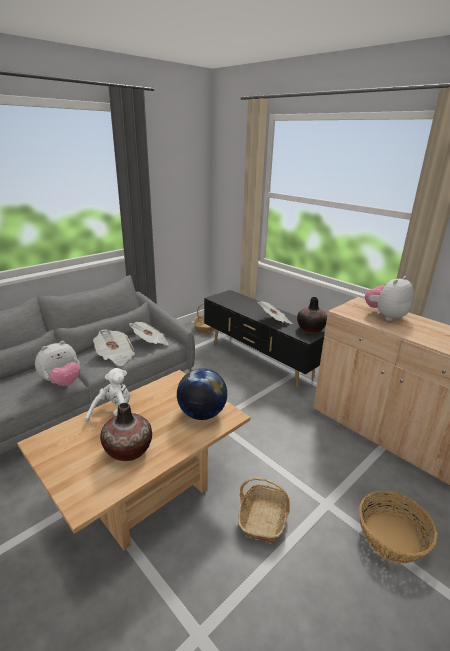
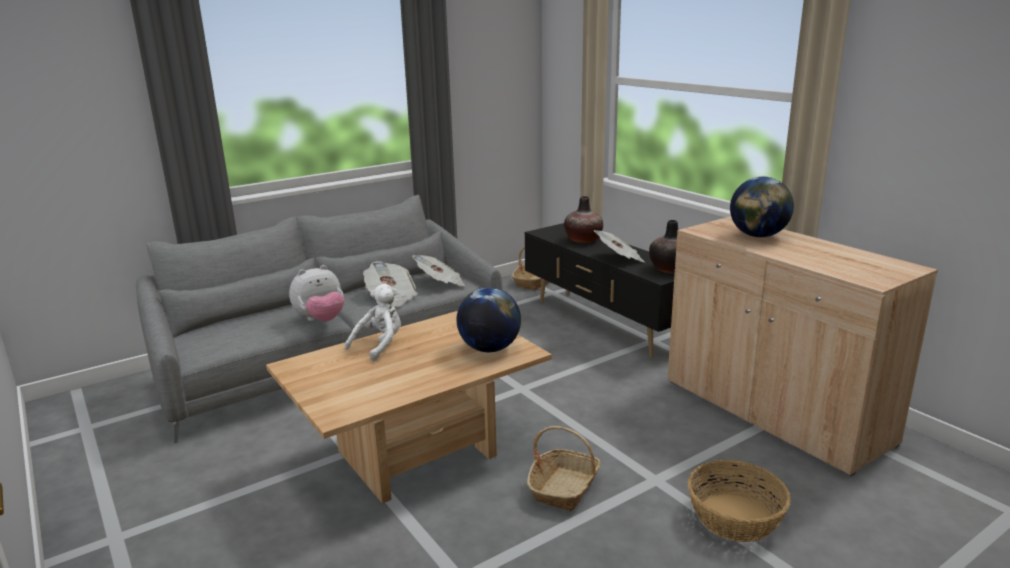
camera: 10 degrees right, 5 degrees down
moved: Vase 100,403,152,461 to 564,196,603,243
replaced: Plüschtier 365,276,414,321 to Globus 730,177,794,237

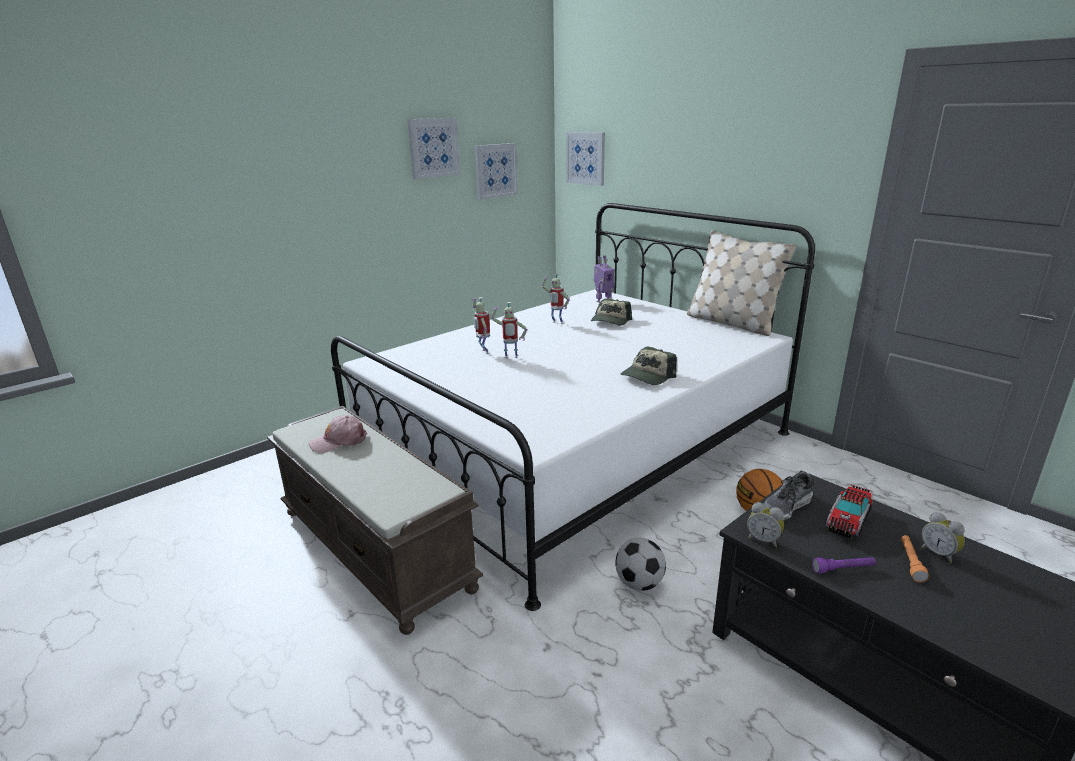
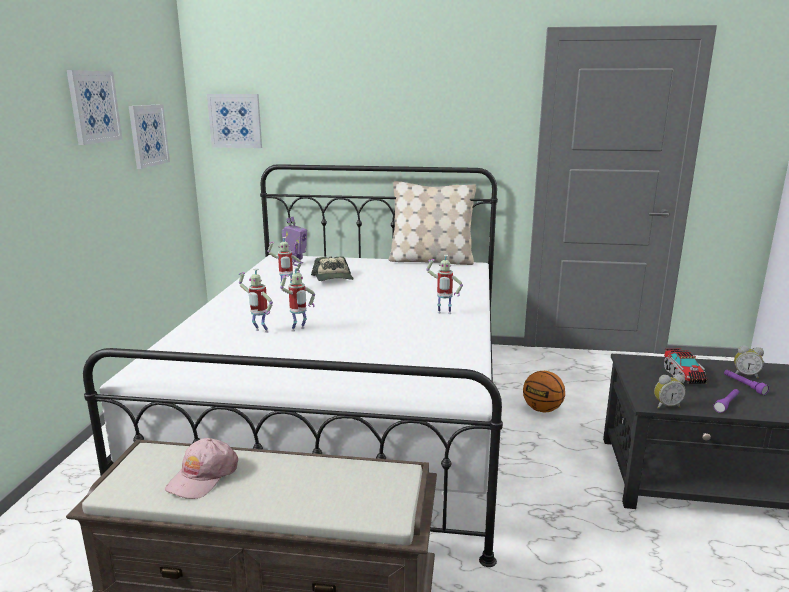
camera: 40 degrees left, 5 degrees down
removed: Fußball 615,538,666,591; Schuh 764,472,813,520
replaced: Kappe 621,346,677,385 to Spielzeugroboter 426,255,463,314
recoloured: Taschenlampe (orange) 901,535,929,582 to Taschenlampe (lila) 724,370,769,395

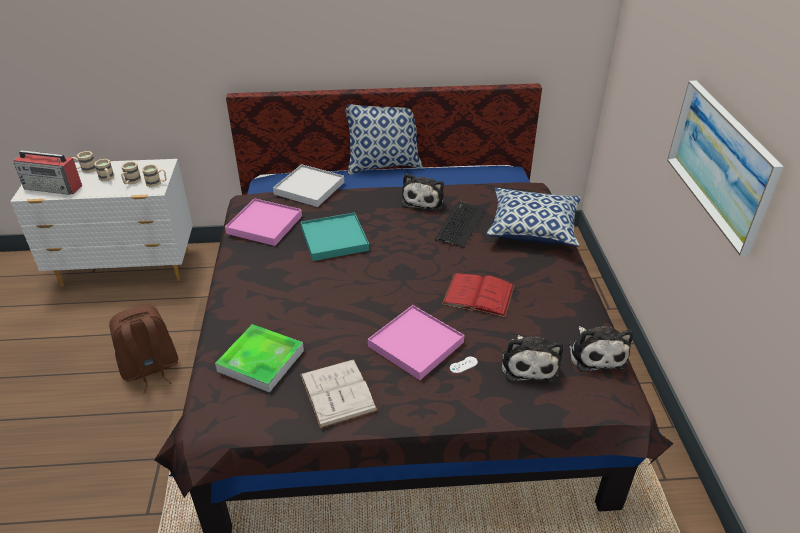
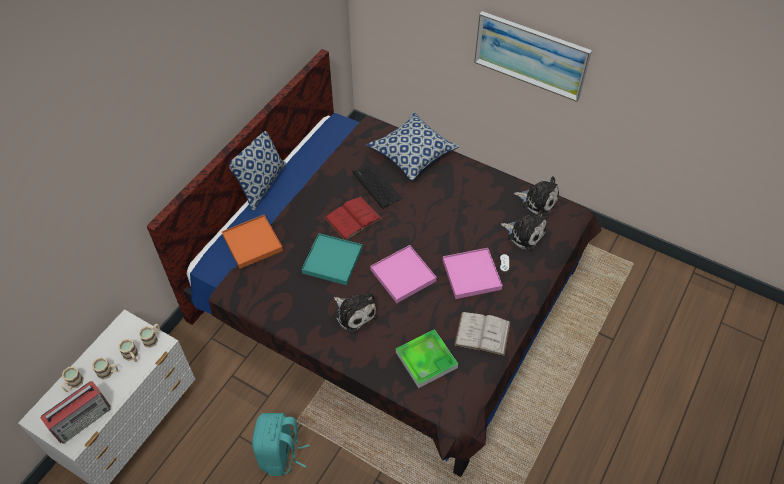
camera: 55 degrees left, 15 degrees up
moved: Buch (rot) 442,273,514,317 to 325,197,382,240; Plüschtier 402,174,444,211 to 334,293,378,334; Tablett (rosa) 225,198,302,246 to 370,245,437,303
recoloured: Tablett (weiß) 273,164,344,207 to Tablett (orange) 222,215,283,269; Rucksack (braun) 109,305,178,393 to Rucksack (türkis) 252,413,309,476

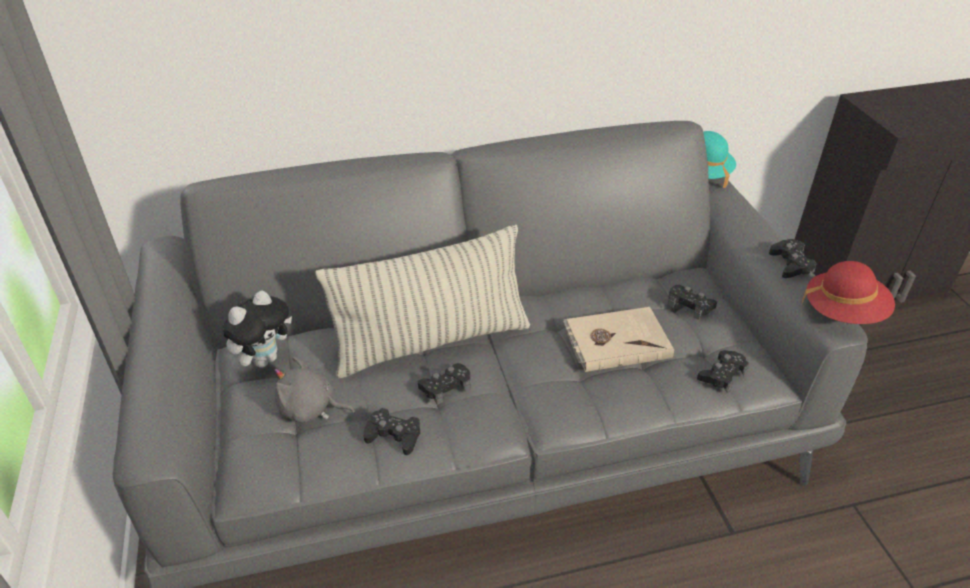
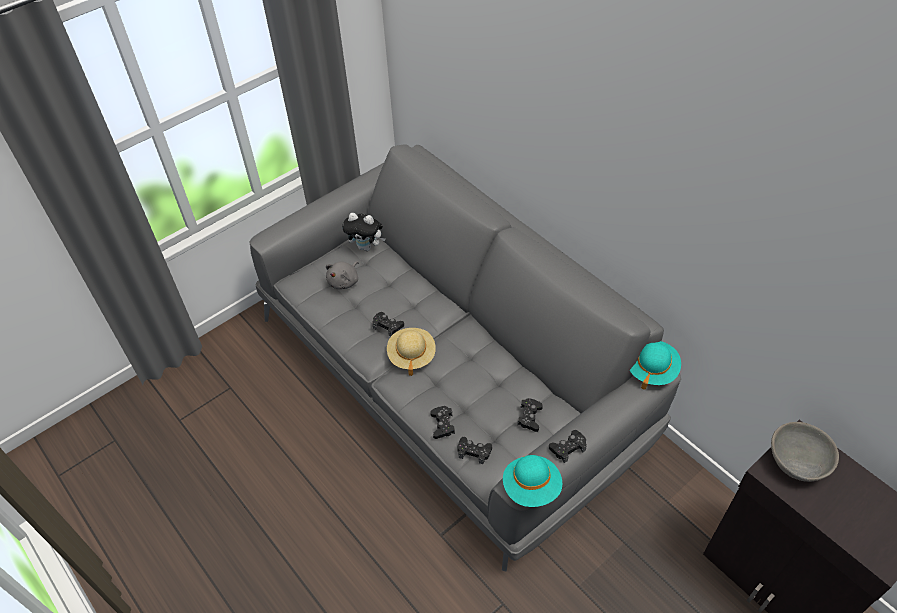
camera: 65 degrees right, 10 degrees up
removed: Kissen 315,225,530,378; Buch (beige) 563,307,674,372
added: Hut (beige) 387,328,436,376; Schüssel (grau) 771,422,839,482
moved: Gamepad (schwarz) 363,408,420,455 to 430,406,455,439
recoloured: Hut (rot) 801,261,895,324 to Hut (türkis) 503,455,562,507
turned: Plüschtier (grau) 274,357,355,423 = 326,261,359,289 135 degrees counterclockwise

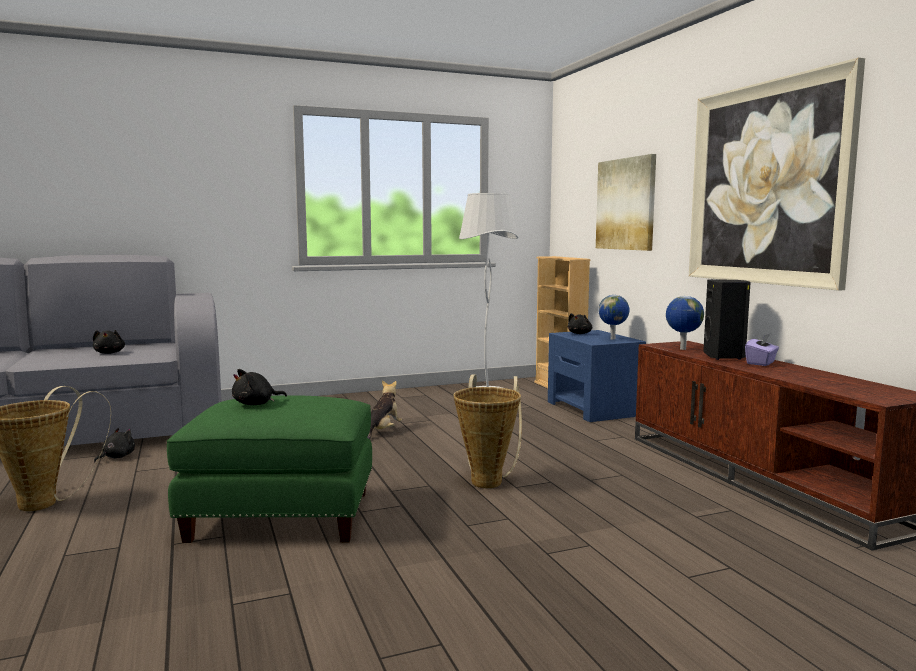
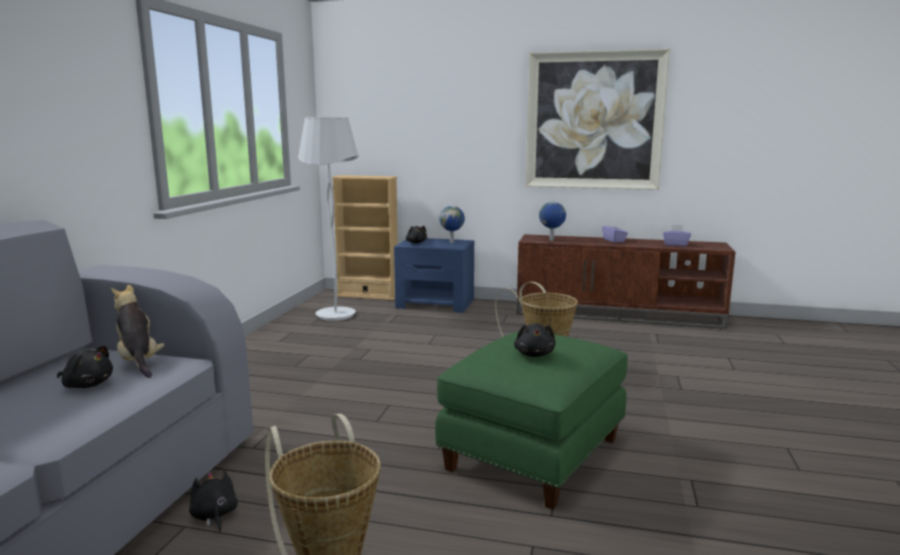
camera: 55 degrees left, 5 degrees up
removed: Bild 596,154,656,251; Lautsprecher (schwarz) 703,279,751,360
added: Taschentuchbox (lila) 663,225,691,246
moved: Plüschtier 367,381,402,439 to 111,285,164,378

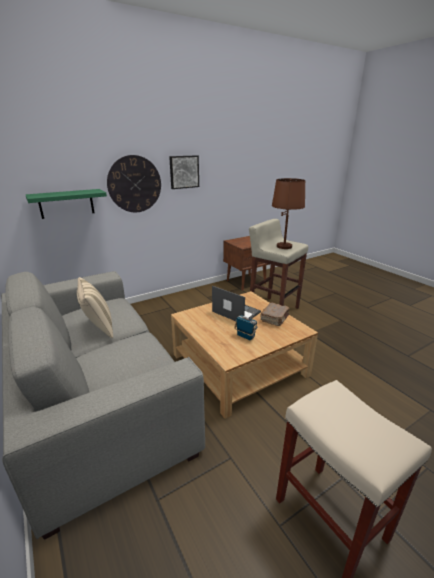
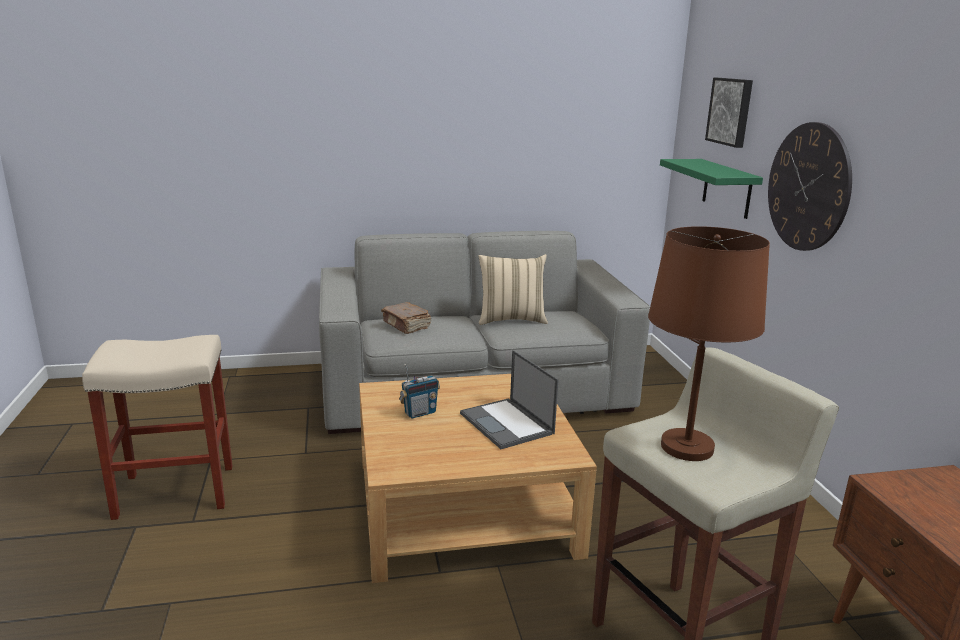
camera: 110 degrees right, 5 degrees down
moved: Buch (braun) 260,302,289,326 to 381,302,431,334; Bild 169,155,199,189 to 705,78,753,148
turned: Laptop 212,286,261,321 = 460,350,558,449 90 degrees clockwise

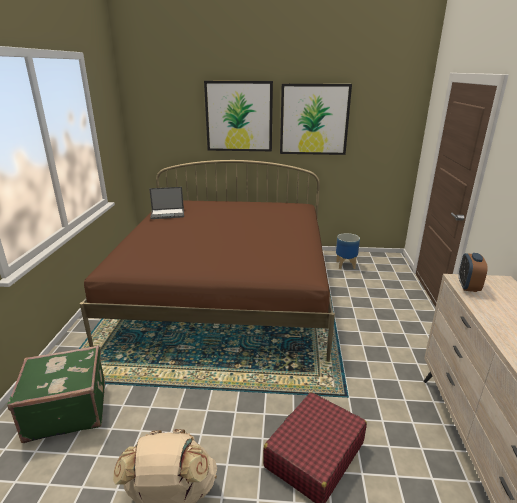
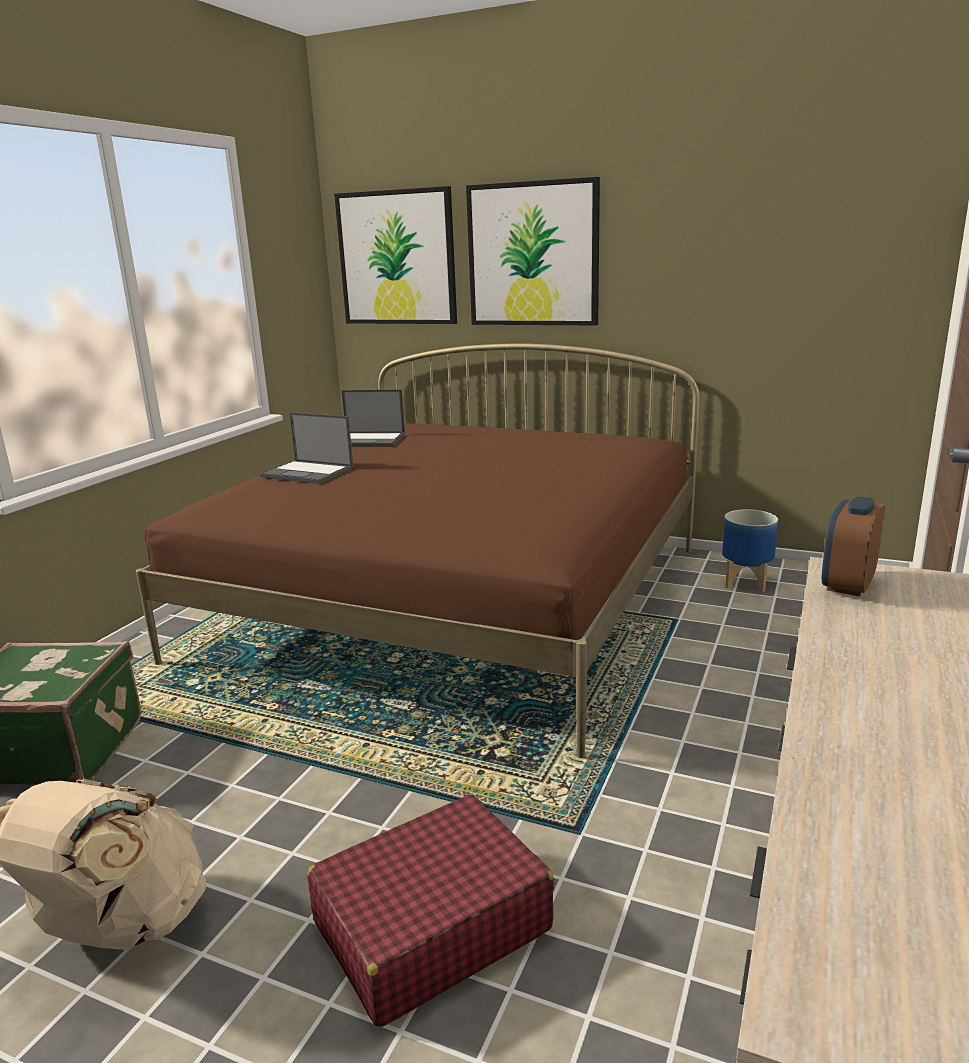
camera: 20 degrees right, 5 degrees down
added: Laptop 260,412,354,484
moved: Bild 280,84,352,155 to 334,186,457,324

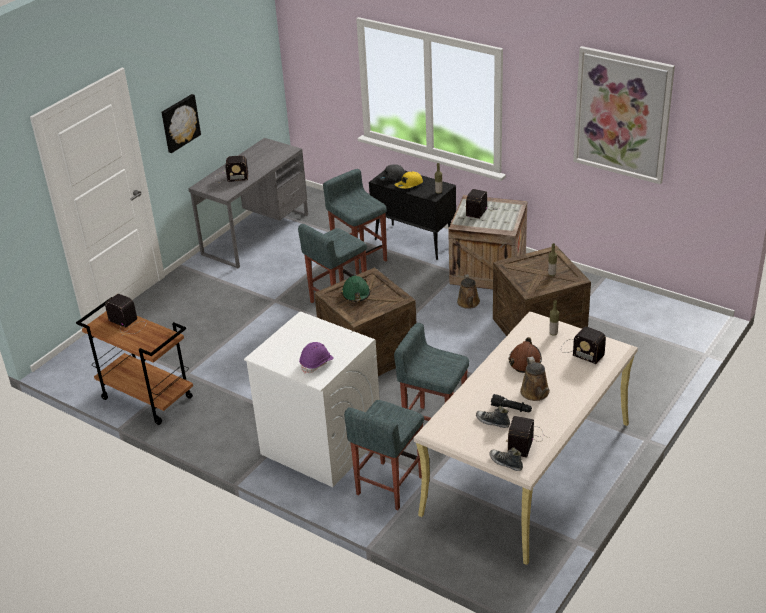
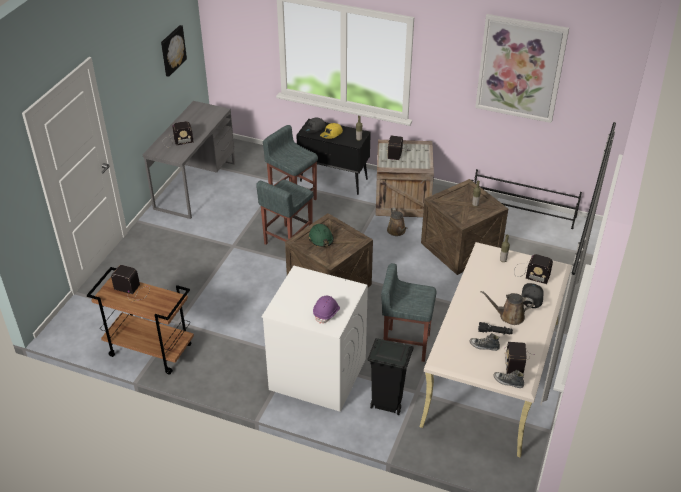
camera: 15 degrees left, 5 degrees up
removed: Schutzhelm (braun) 508,337,542,373
added: Schuhregal (schwarz) 472,169,582,229; Kappe (grau) 522,283,544,308
moved: Bild 161,94,201,153 to 161,25,187,77
replaced: Hocker (grau) 344,400,424,510 to Mülleimer (schwarz) 368,338,413,415
turned: Gießkanne (braun) 520,357,550,401 = 481,291,534,325 120 degrees clockwise

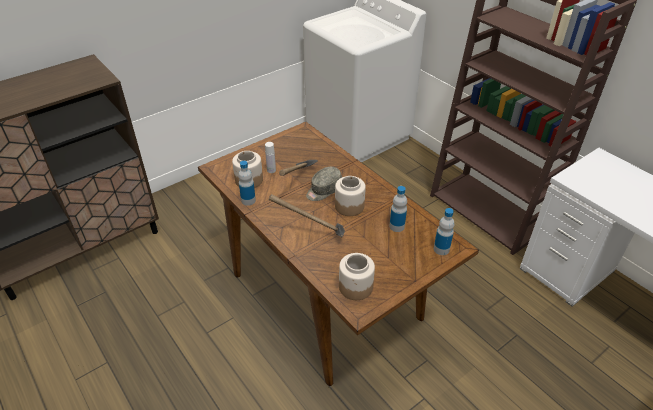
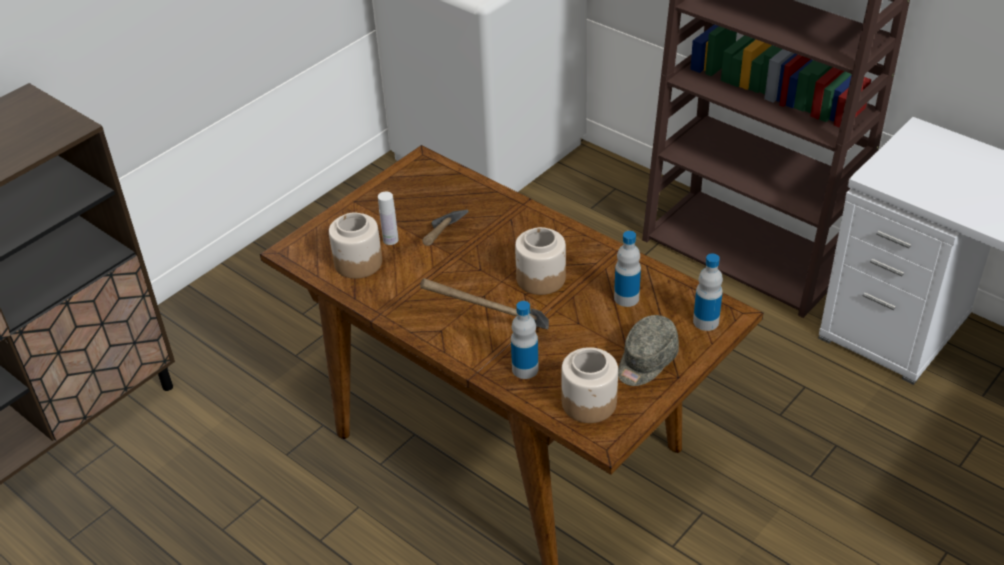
camera: 10 degrees left, 0 degrees up
moved: Flasche 238,161,256,206 to 511,301,539,379; Kappe (grau) 306,167,342,201 to 618,315,679,386

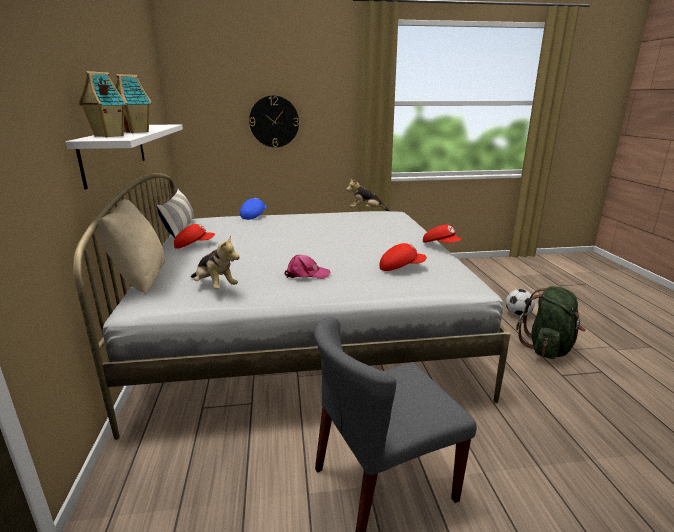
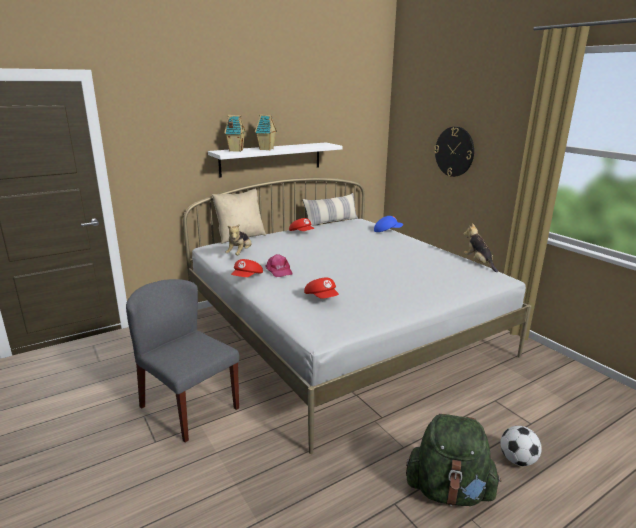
camera: 65 degrees right, 0 degrees up
moved: Kappe (rot) 423,225,462,243 to 231,259,263,277

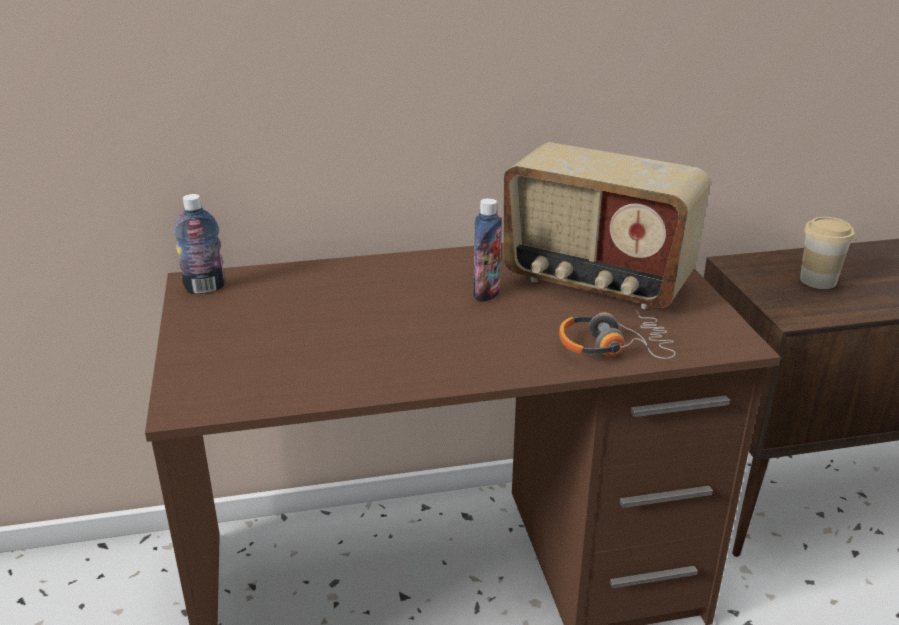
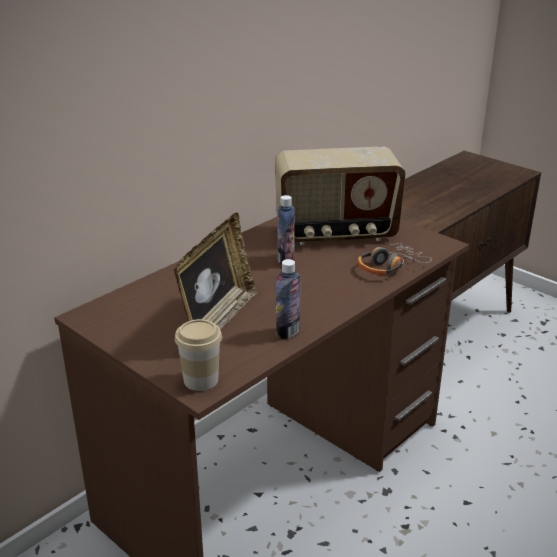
camera: 35 degrees left, 0 degrees up
added: Bilderrahmen 174,213,258,330
moved: Tasse 800,217,855,289 to 175,319,222,391; Flasche 174,194,226,294 to 276,259,300,340

